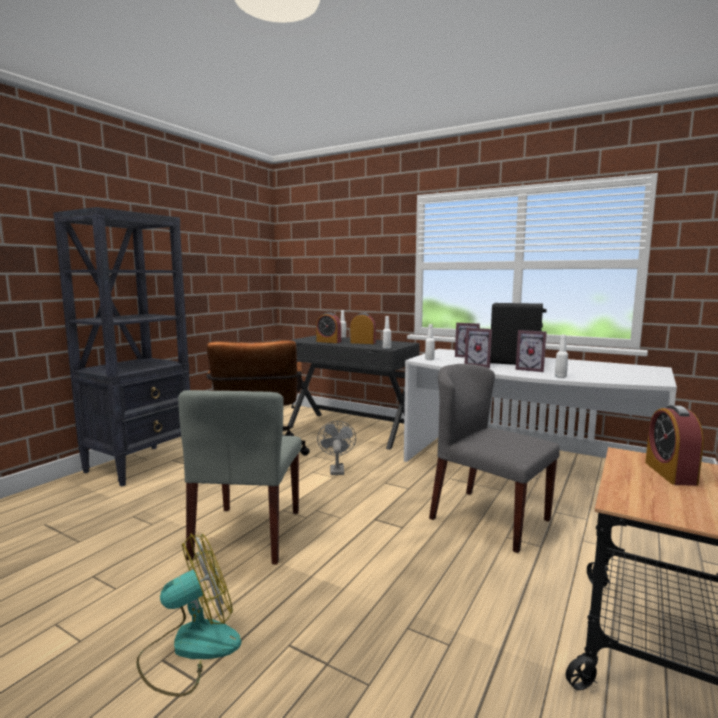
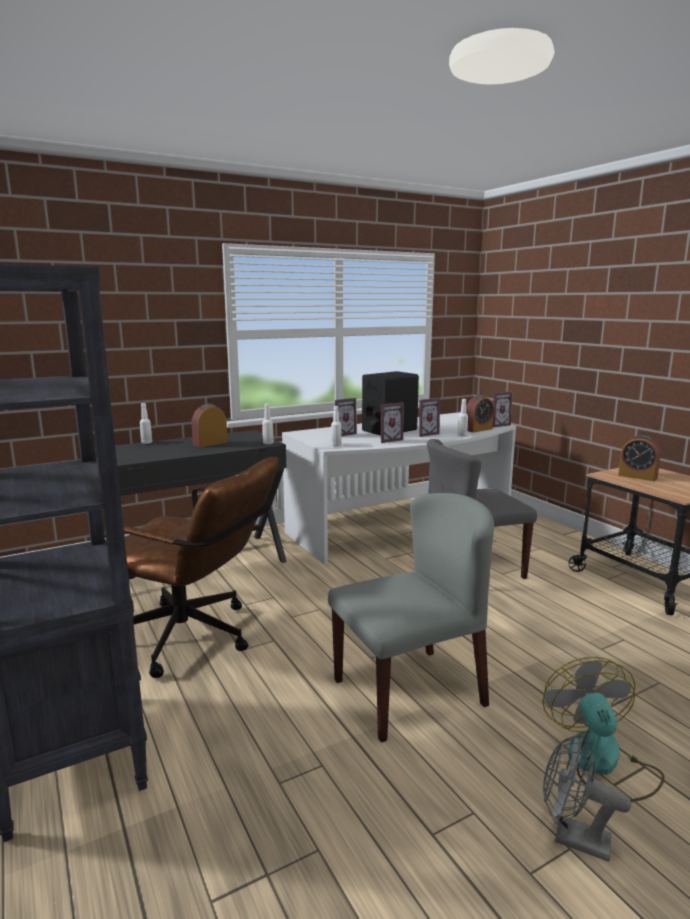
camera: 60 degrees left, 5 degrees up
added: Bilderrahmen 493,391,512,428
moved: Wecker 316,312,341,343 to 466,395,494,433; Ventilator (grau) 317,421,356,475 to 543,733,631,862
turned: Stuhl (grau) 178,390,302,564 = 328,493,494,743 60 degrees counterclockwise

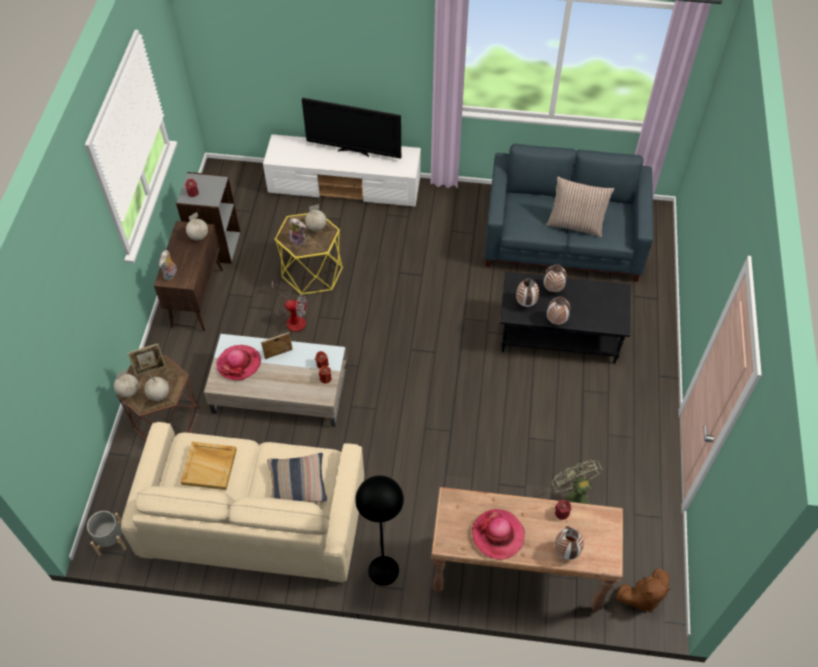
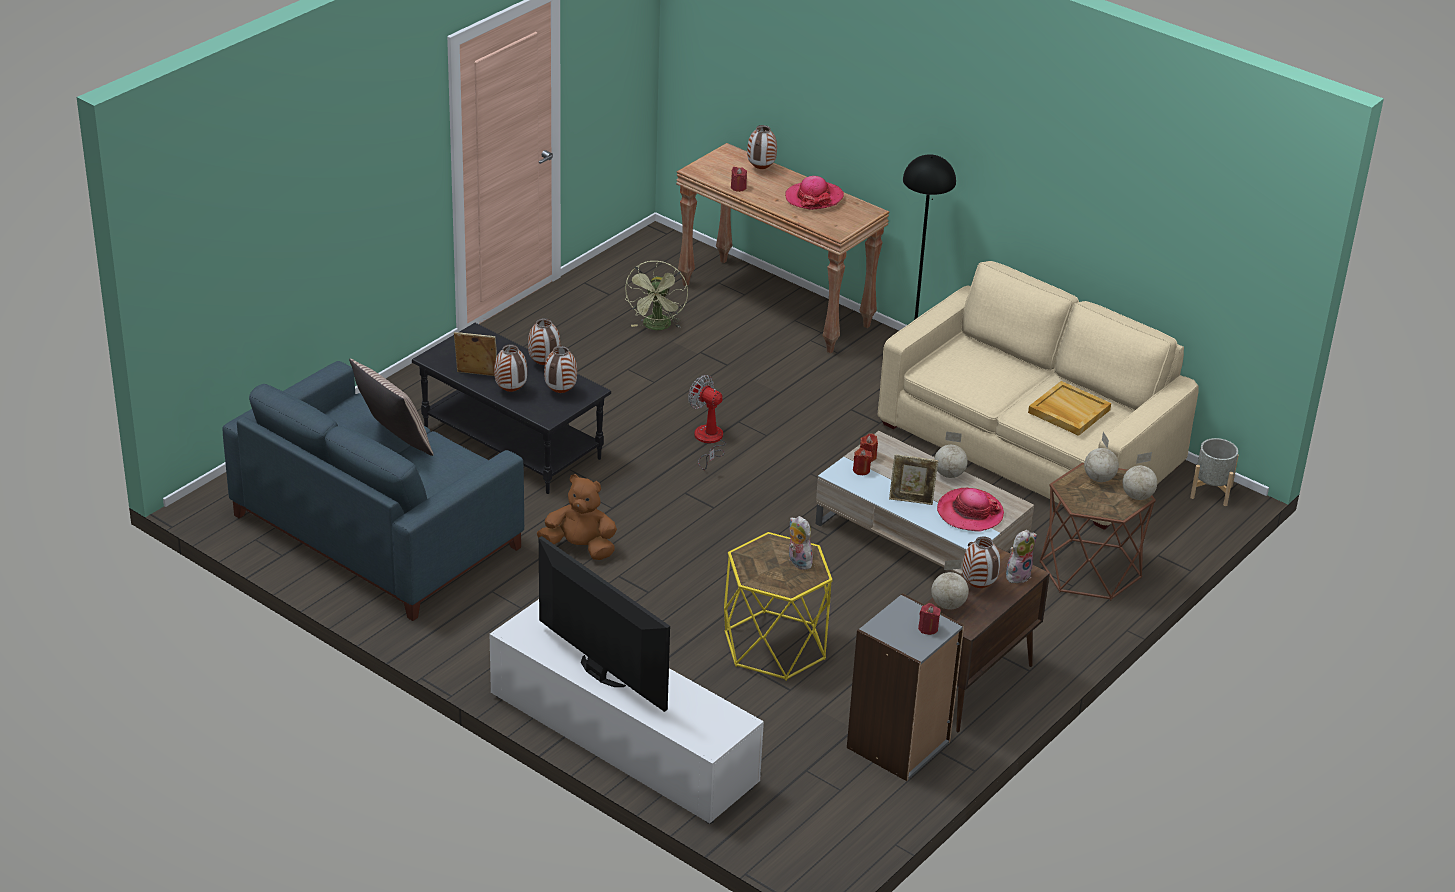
camera: 150 degrees left, 20 degrees down
removed: Kissen 267,453,327,502
added: Vase 963,536,1000,588
moved: Bilderrahmen 128,344,166,376 to 454,332,497,376; Plüschtier (braun) 616,568,671,613 to 537,474,617,560; Ventilator 272,280,307,332 to 688,375,726,470; Globus 305,204,326,231 to 934,431,968,478

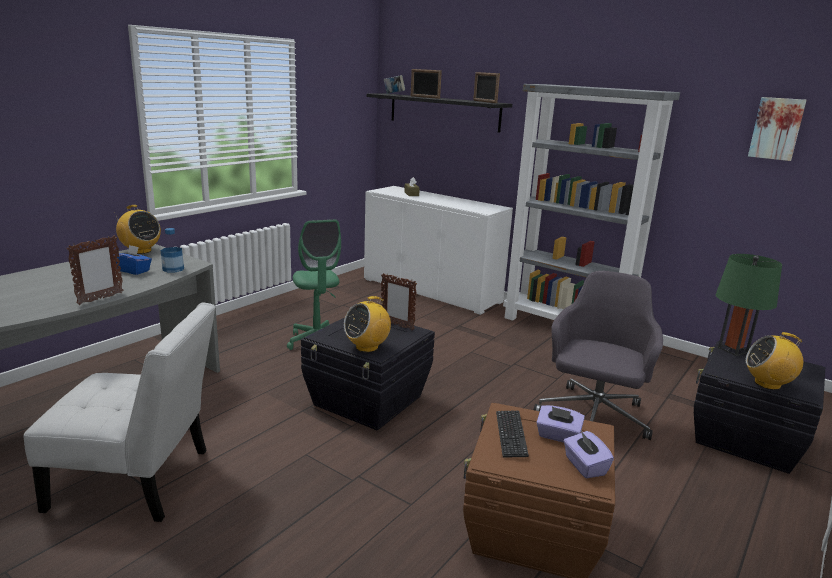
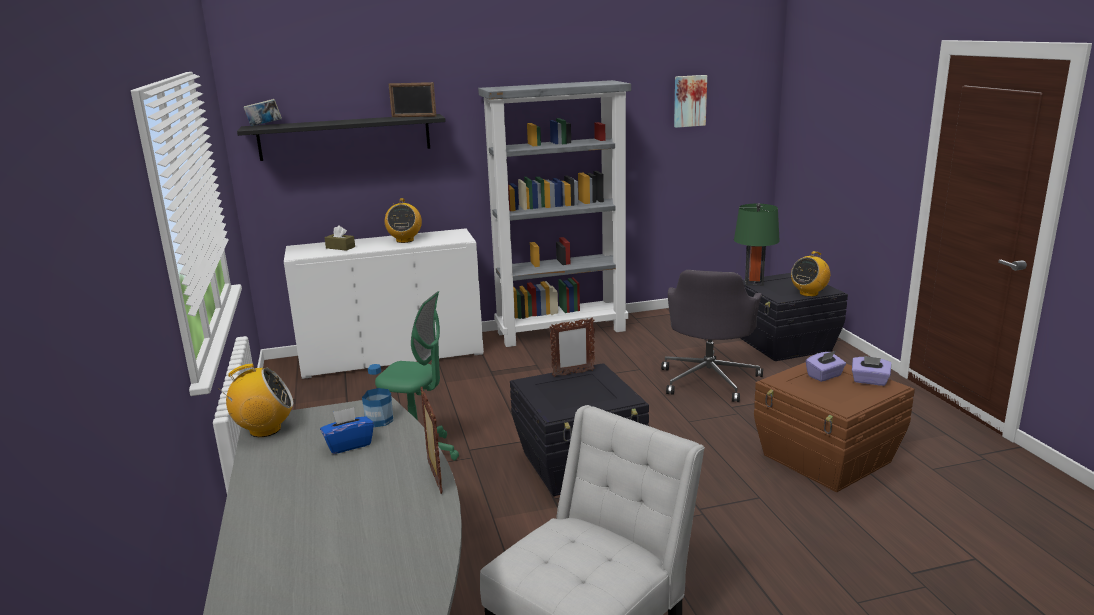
camera: 50 degrees left, 0 degrees up
removed: Bilderrahmen 411,69,442,99; Tastatur 496,410,529,458
moved: Radio 344,296,391,352 to 385,198,422,243
turned: Bürostuhl (grau) 534,271,663,440 = 661,270,763,402 135 degrees counterclockwise

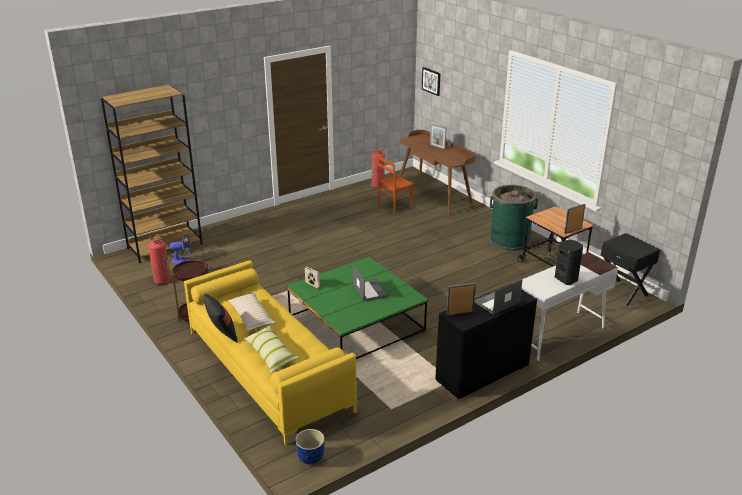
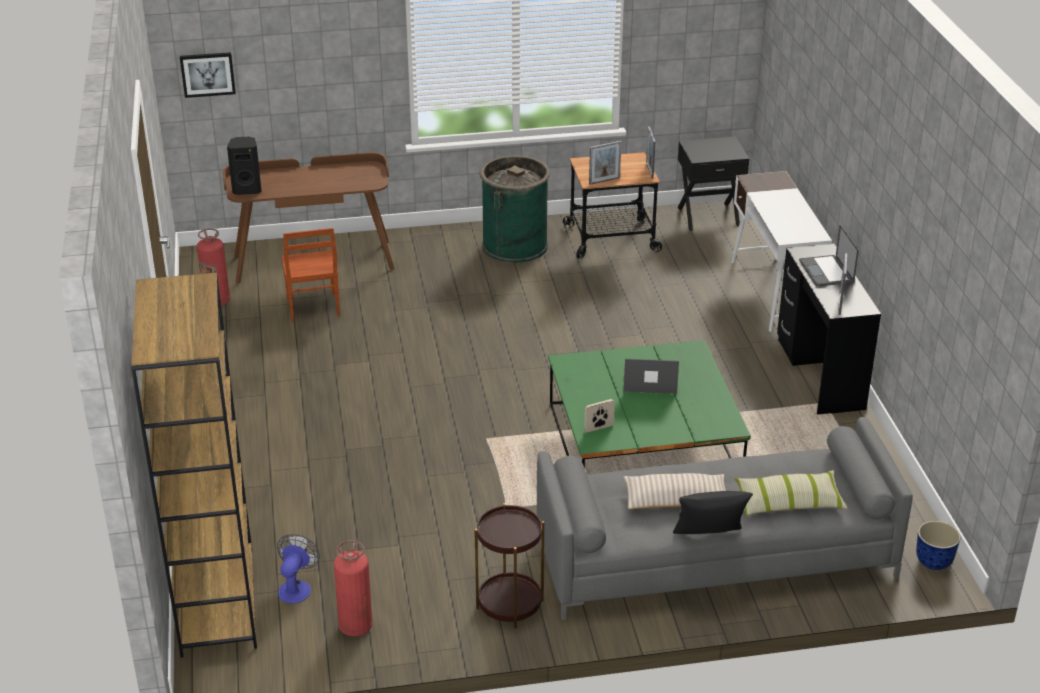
camera: 65 degrees left, 5 degrees up
moved: Lautsprecher (schwarz) 555,240,583,285 to 227,137,262,195; Bilderrahmen 430,124,446,150 to 589,141,621,185
recoloured: Sofa (gelb) 184,260,357,445 to Sofa (grau) 537,417,913,620

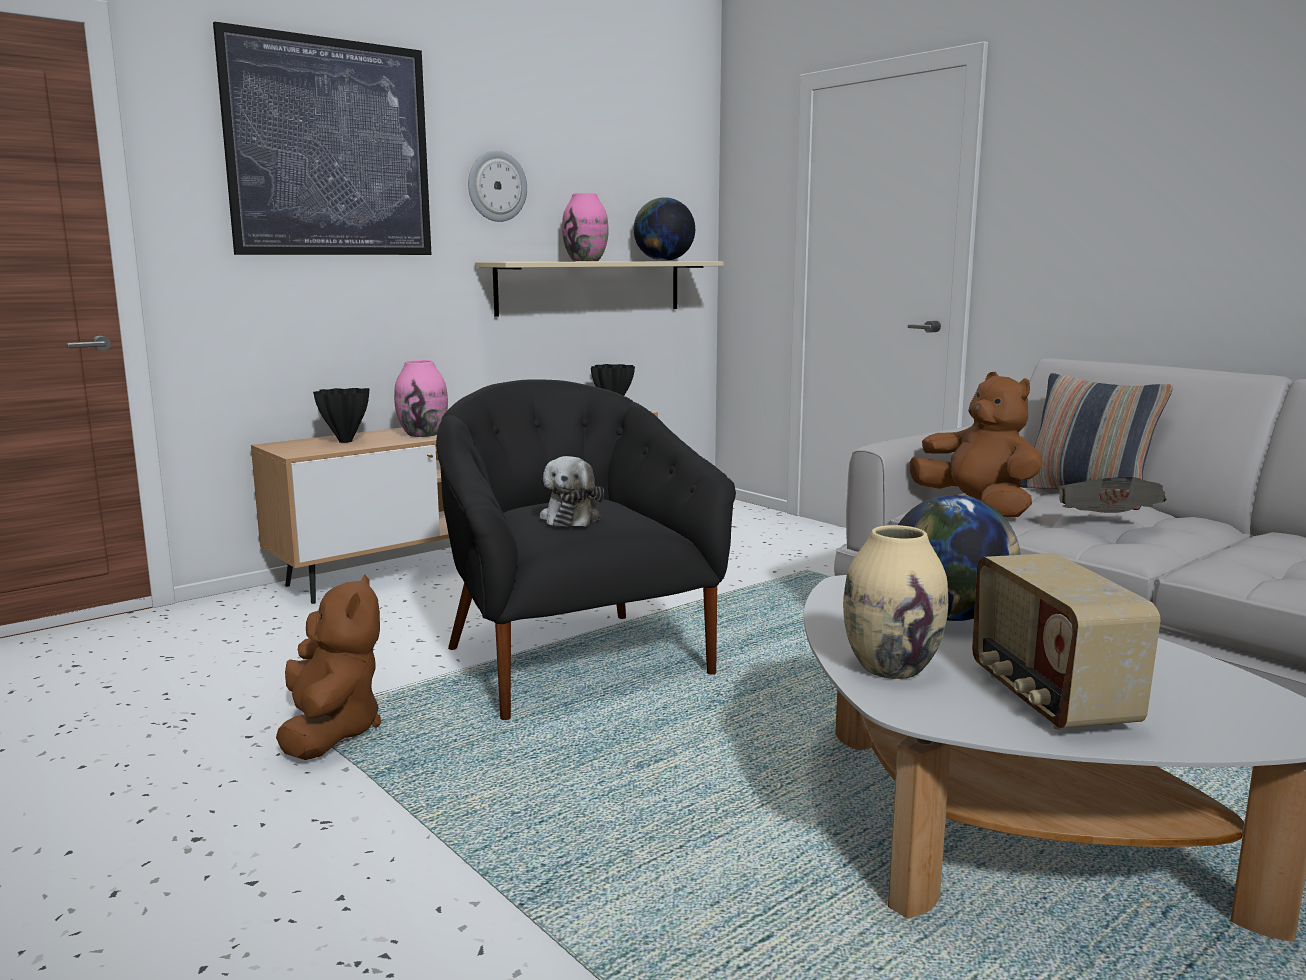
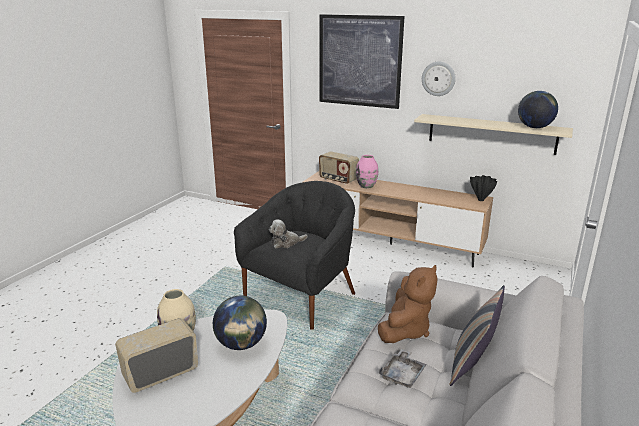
camera: 65 degrees right, 10 degrees up
removed: Plüschtier (braun) 276,574,381,760; Vase (rosa) 562,193,609,261
replaced: Vase (schwarz) 313,388,369,443 to Radio 319,151,359,184; Zeitung 1059,477,1167,513 to Tablett (grau) 379,349,427,388

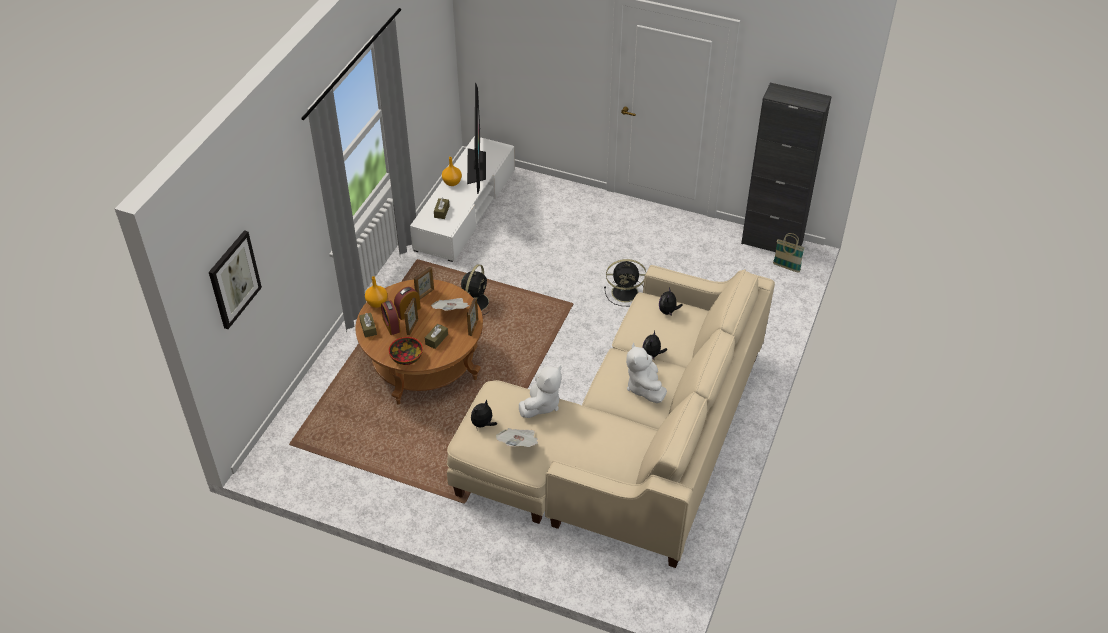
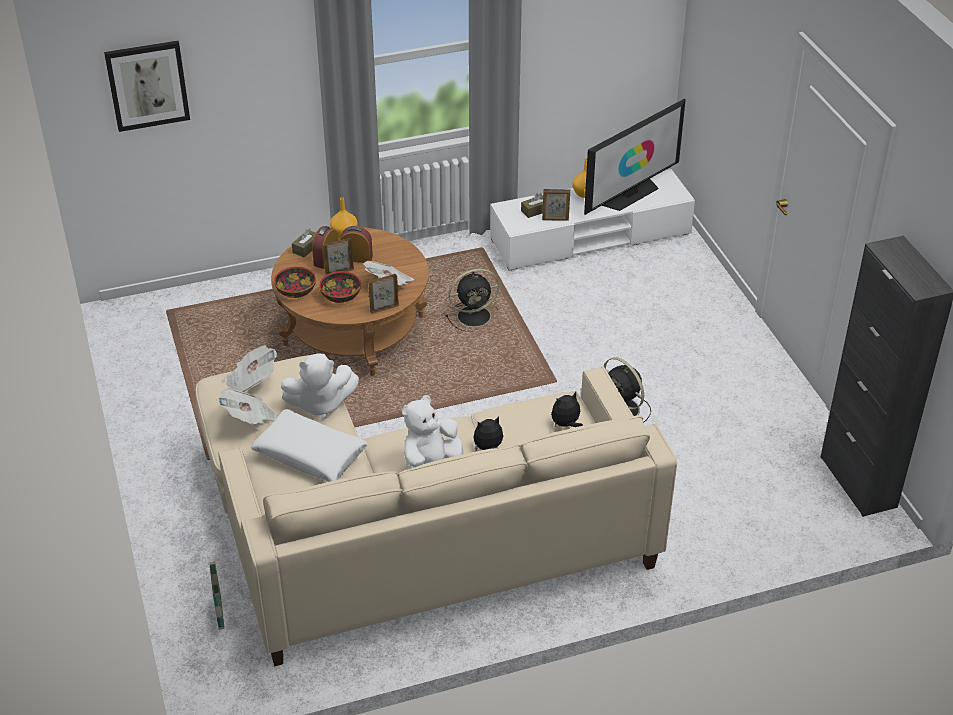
camera: 50 degrees right, 5 degrees down
added: Kissen (weiß) 251,409,368,482
moved: Korb 773,233,805,273 to 208,561,225,630; Bilderrahmen 414,266,434,299 to 542,189,570,221
replaced: Plüschtier 471,400,497,427 to Zeitung 224,345,277,392; Taschentuchbox (braun) 425,324,448,349 to Schüssel 319,271,361,303

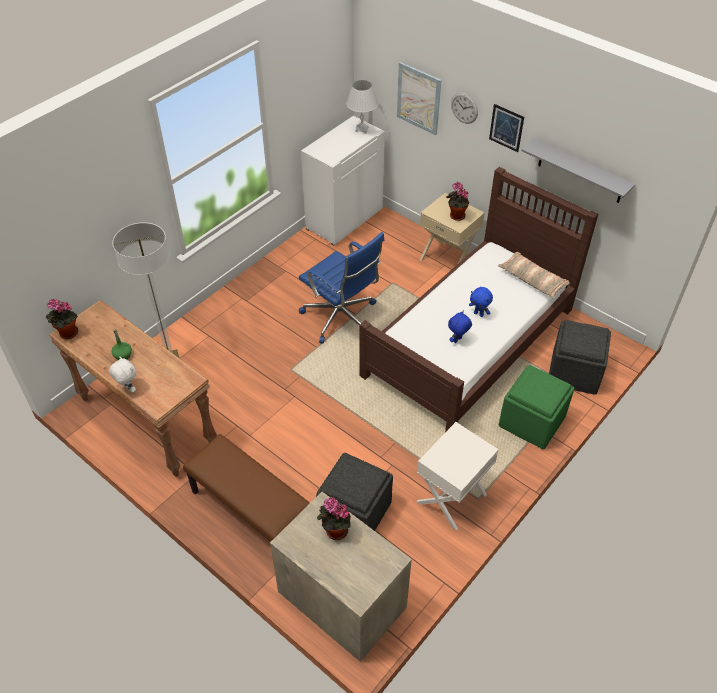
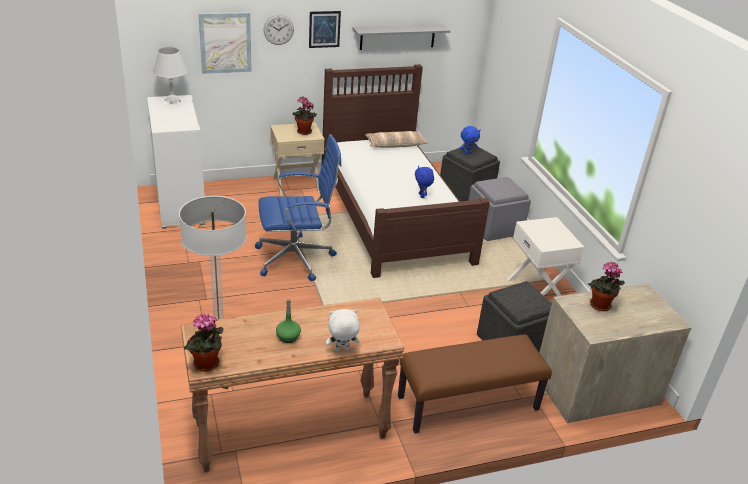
camera: 60 degrees left, 15 degrees down
moved: Plüschtier (blau) 469,287,493,317 to 459,126,481,154
recoloured: Polsterhocker (grün) 499,365,574,449 to Polsterhocker (grau) 469,177,531,241

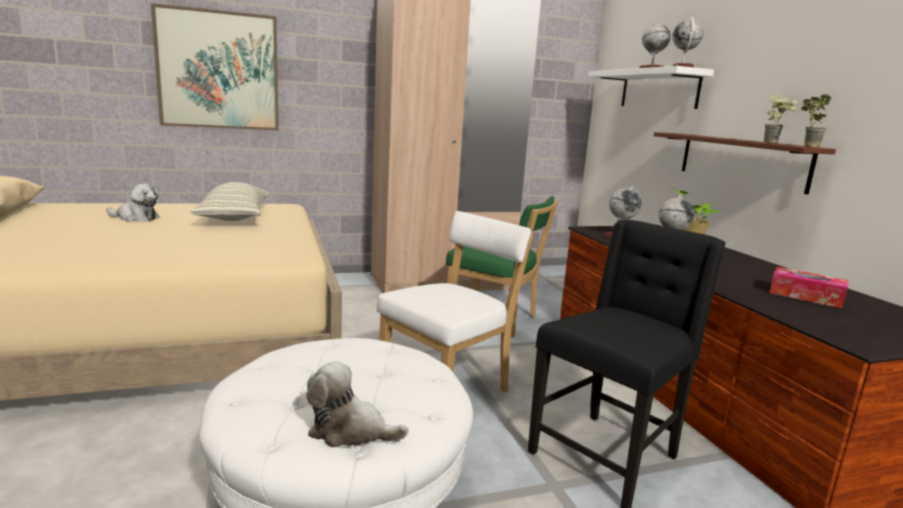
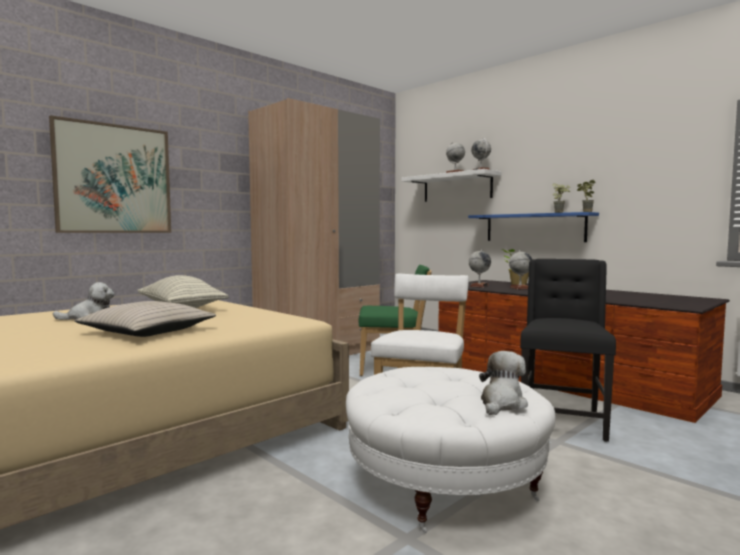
camera: 25 degrees left, 10 degrees down
removed: Taschentuchbox 769,267,848,308
added: Kissen (beige) 74,301,216,337
recoloured: Wandregal (braun) 654,132,836,194 to Wandregal (blau) 468,212,599,242
turned: Plüschtier 306,361,409,447 = 479,351,528,415 135 degrees clockwise

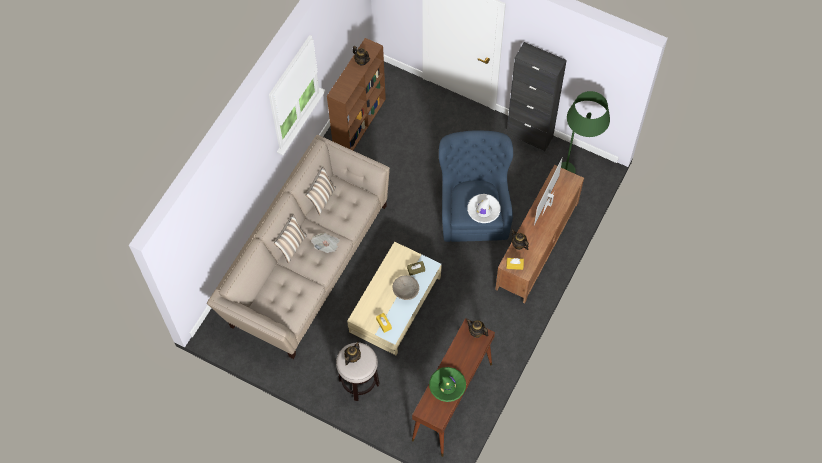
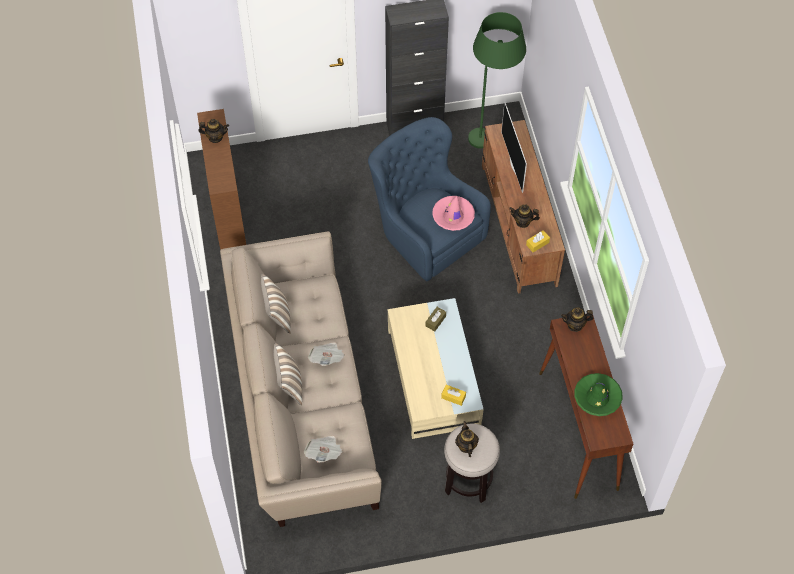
camera: 40 degrees left, 5 degrees down
removed: Schüssel (beige) 393,275,419,300
added: Zeitung 304,436,343,462
recoloured: Hut (weiß) 467,194,501,223 to Hut (rosa) 432,196,475,231

